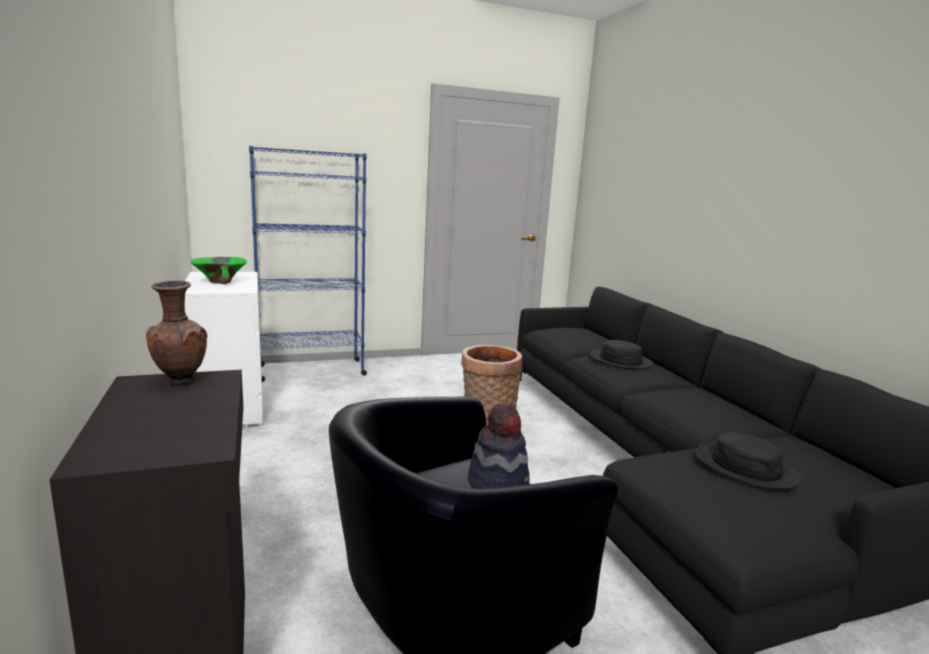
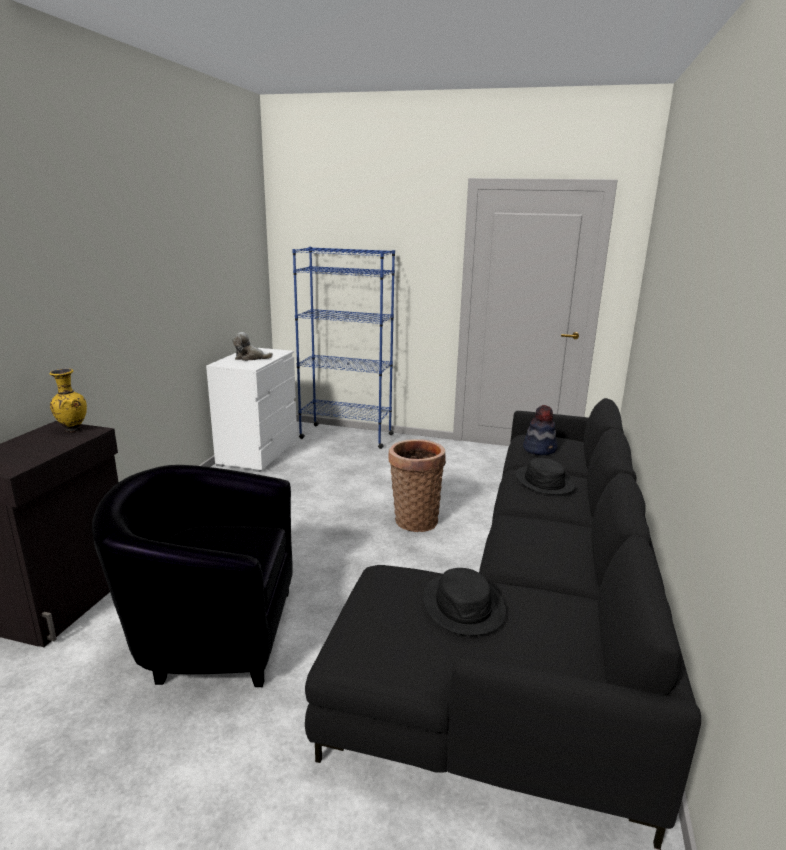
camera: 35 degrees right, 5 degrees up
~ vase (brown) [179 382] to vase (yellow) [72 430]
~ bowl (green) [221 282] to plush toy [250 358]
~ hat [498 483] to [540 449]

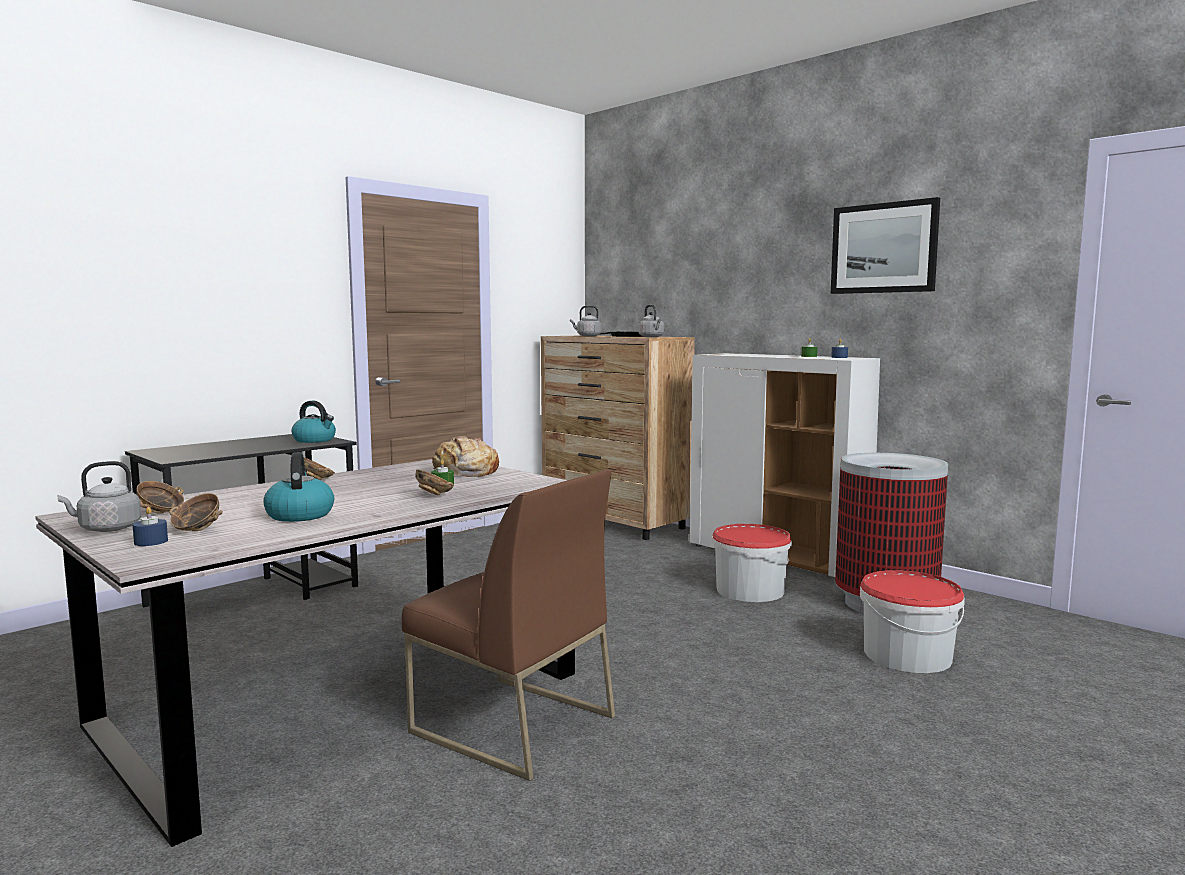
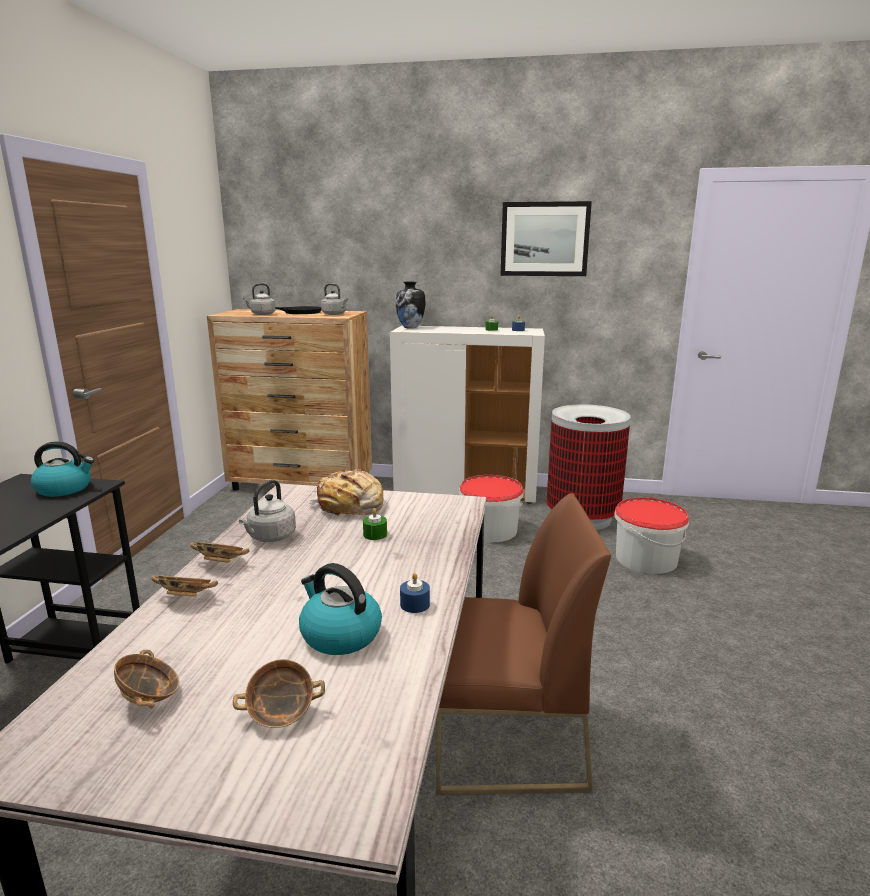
camera: 35 degrees left, 10 degrees up
~ bowl [435 495] to [187 597]
~ kettle (grey) [106 529] to [270 537]
+ vase [410 327]
~ candle (blue) [151 542] to [415 604]

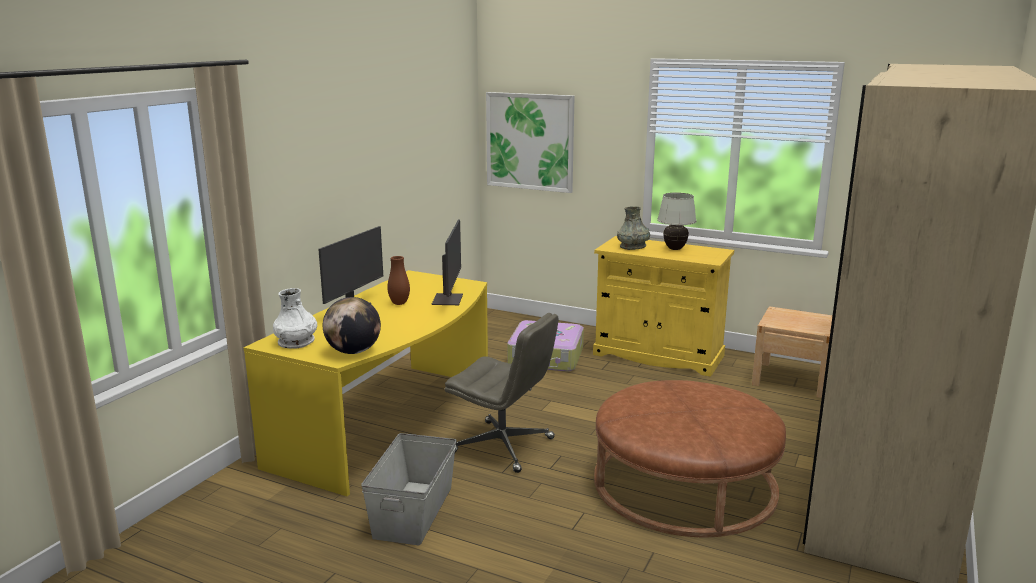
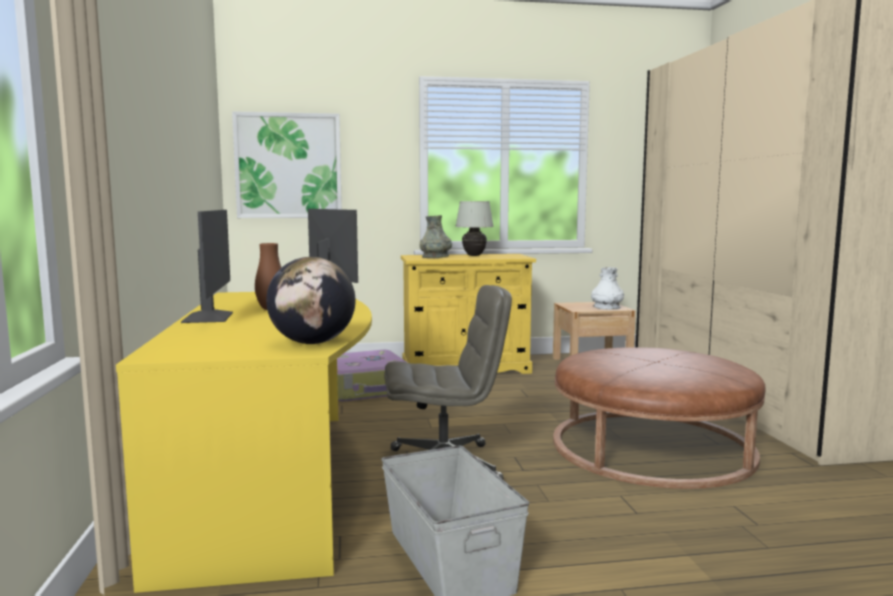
camera: 35 degrees left, 10 degrees down
~ vase (white) [296 342] to [606 307]

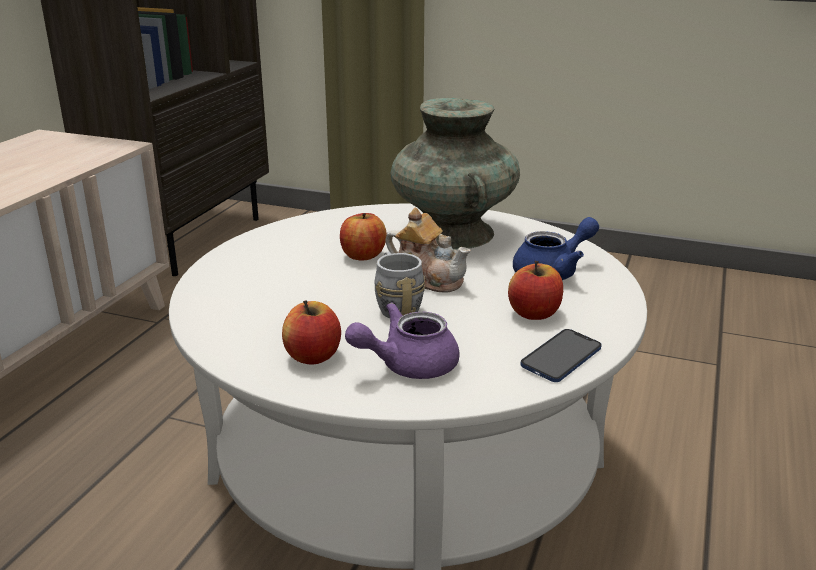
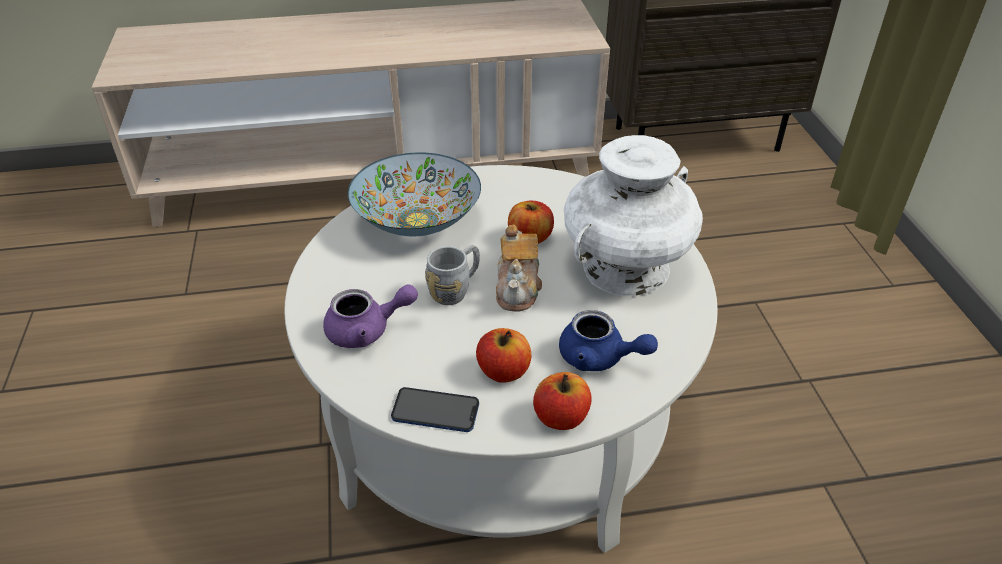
camera: 60 degrees right, 15 degrees up
~ teapot (purple) [407 365] = [367 330] 135 degrees clockwise
+ bowl [417 221]
~ apple [313 356] to [561 417]
~ vase (turquoise) [452 232] to vase (white) [626 267]

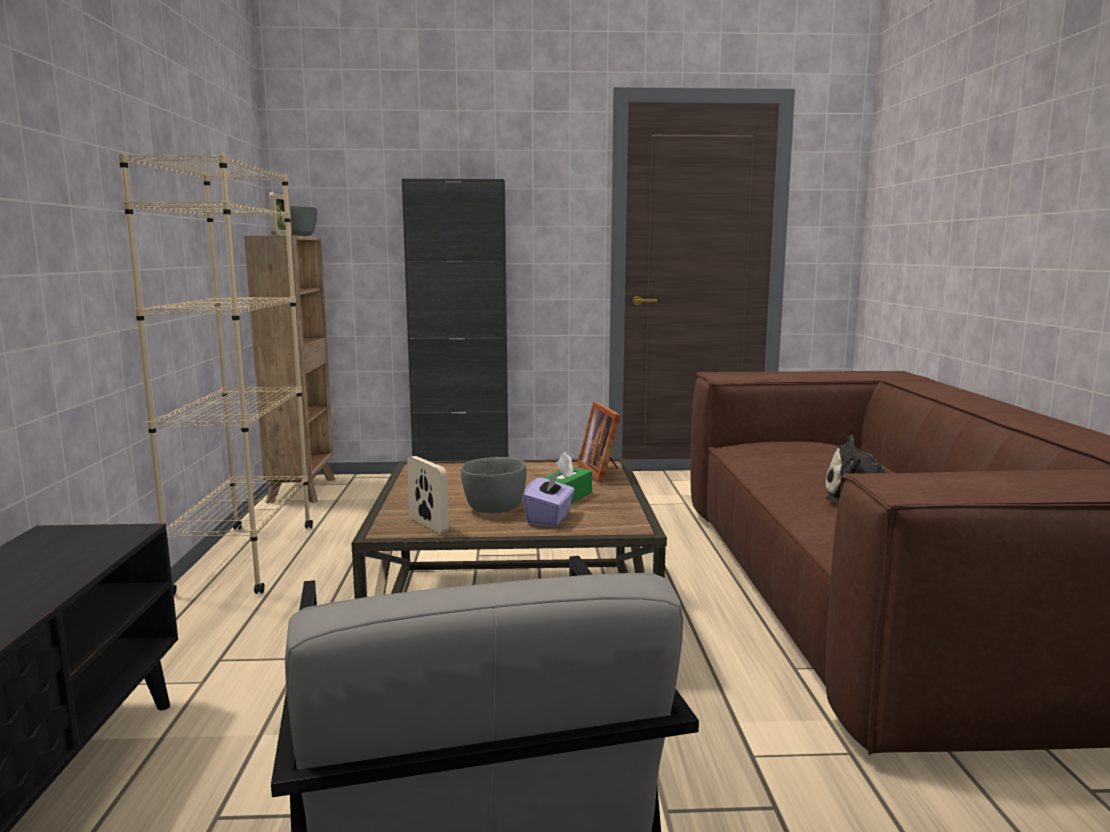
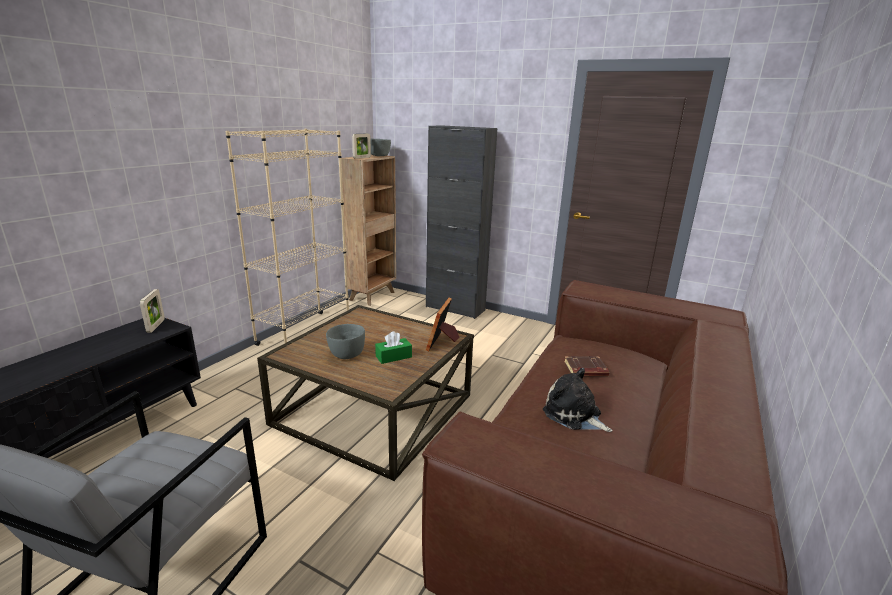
camera: 30 degrees right, 10 degrees up
~ picture frame [428 525] to [156 326]
+ book (brown) [585 370]
- tissue box (purple) [549 518]

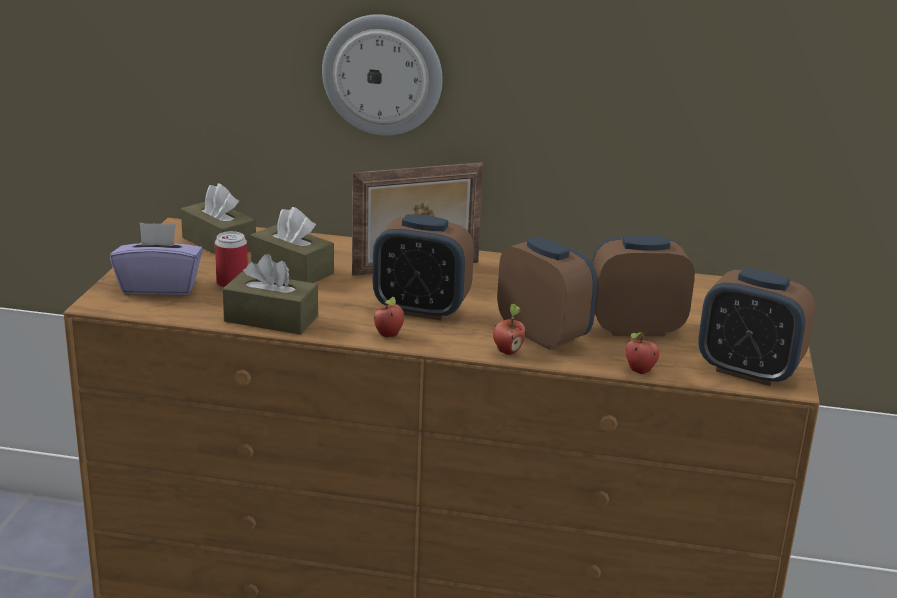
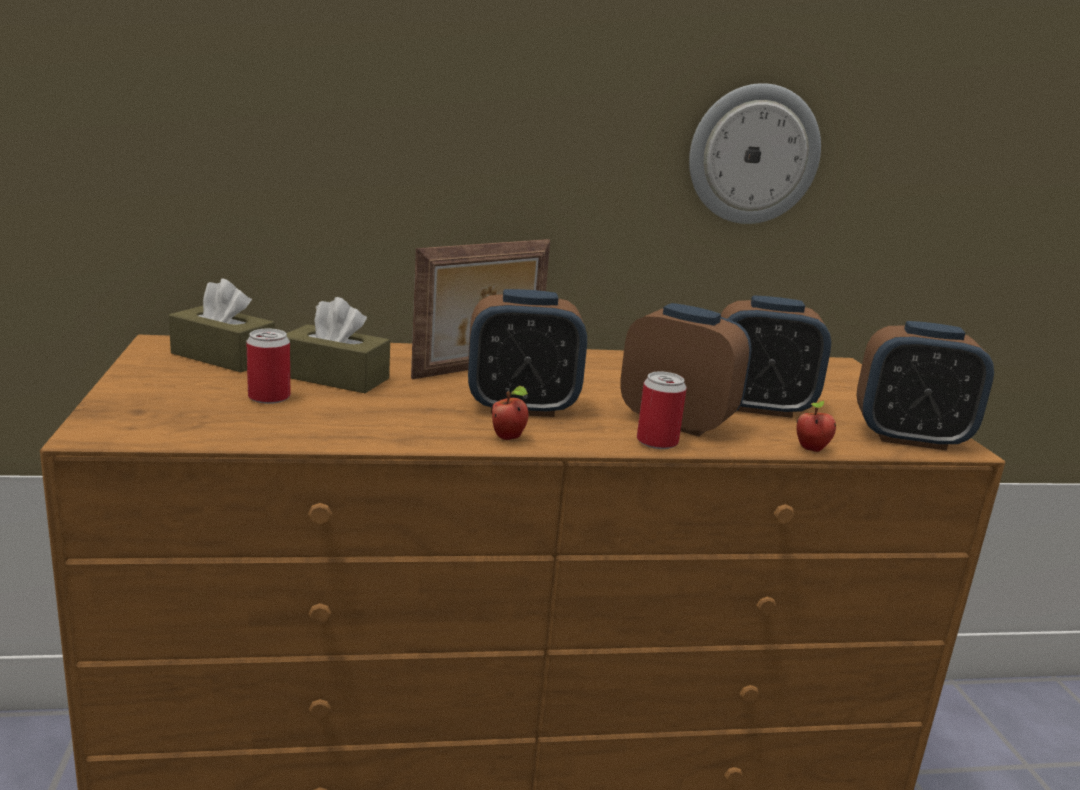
camera: 20 degrees left, 5 degrees down
~ apple [507 351] to can [657 442]
~ wall clock [382 75] to [753 155]
~ alarm clock [635 328] = [760 407] 150 degrees counterclockwise
- tissue box (purple) [160 286]
- tissue box (brown) [271 319]

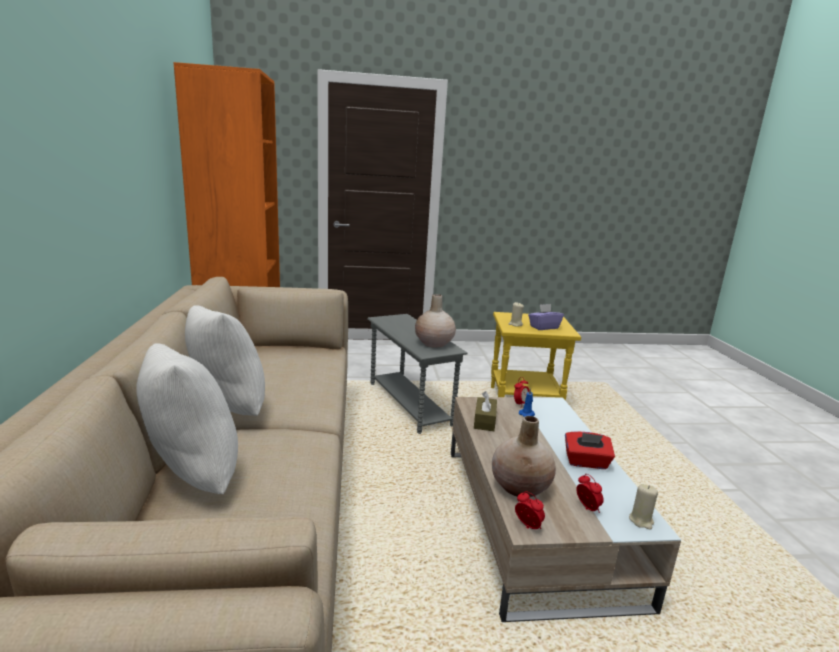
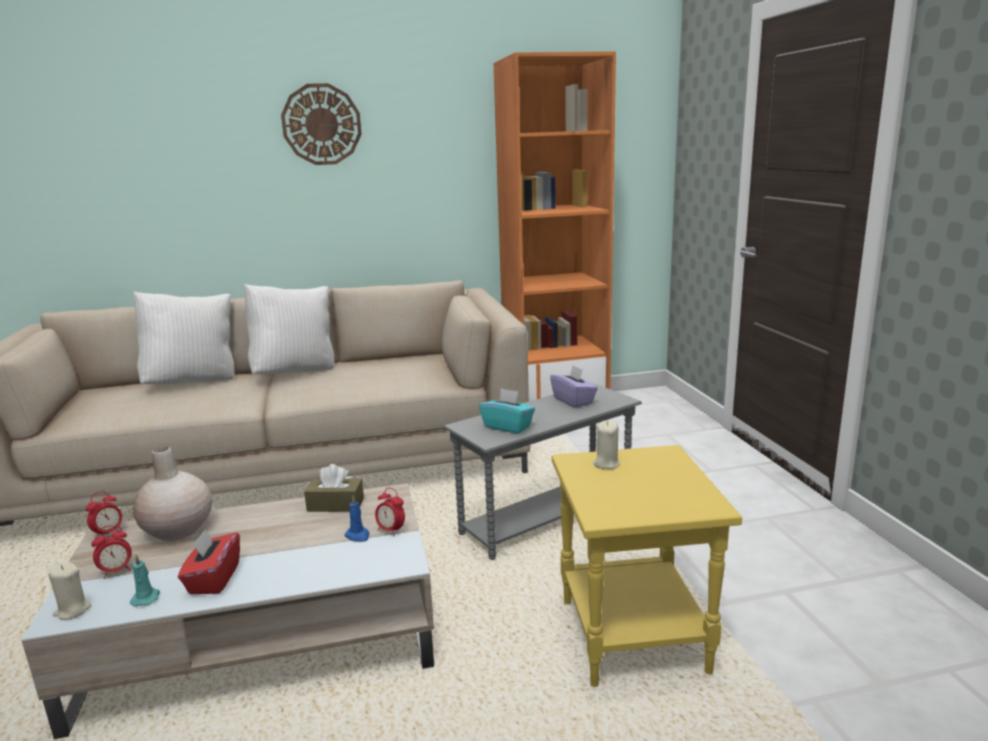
camera: 85 degrees right, 0 degrees up
+ candle (turquoise) [146 598]
+ wall clock [321 124]
~ vase (beige) [434 343] to tissue box (turquoise) [508 427]
~ tissue box (purple) [544 327] to [573 401]

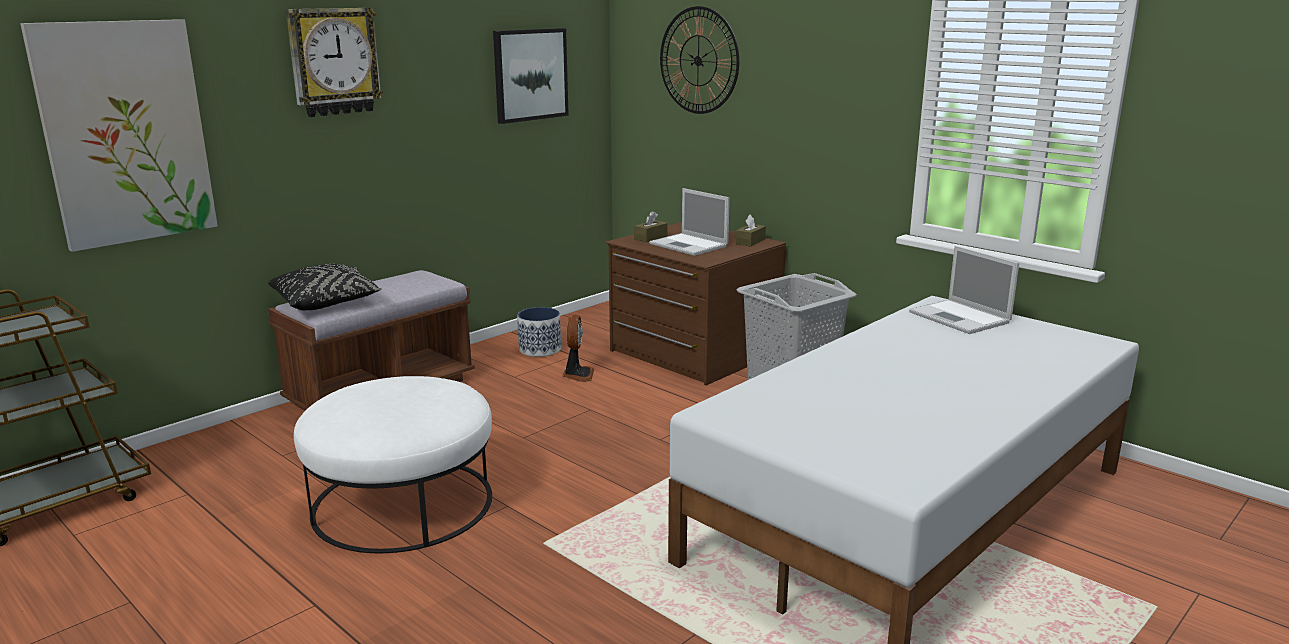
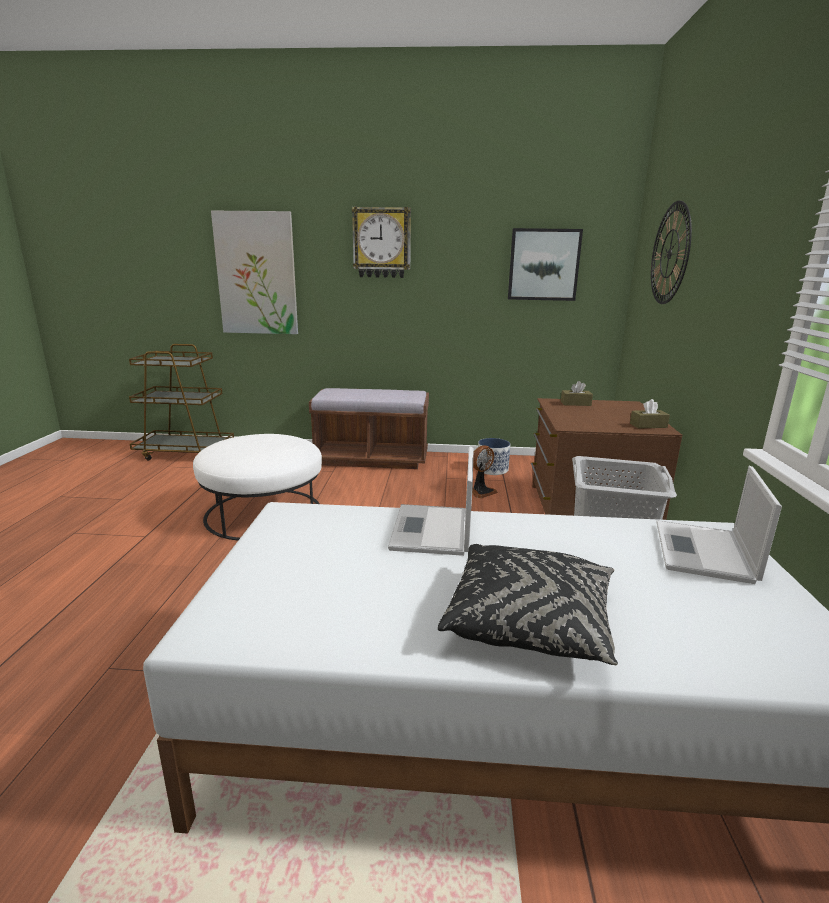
camera: 50 degrees right, 0 degrees up
~ laptop [690 245] to [432 531]
~ pillow (black) [326 302] to [529 621]

